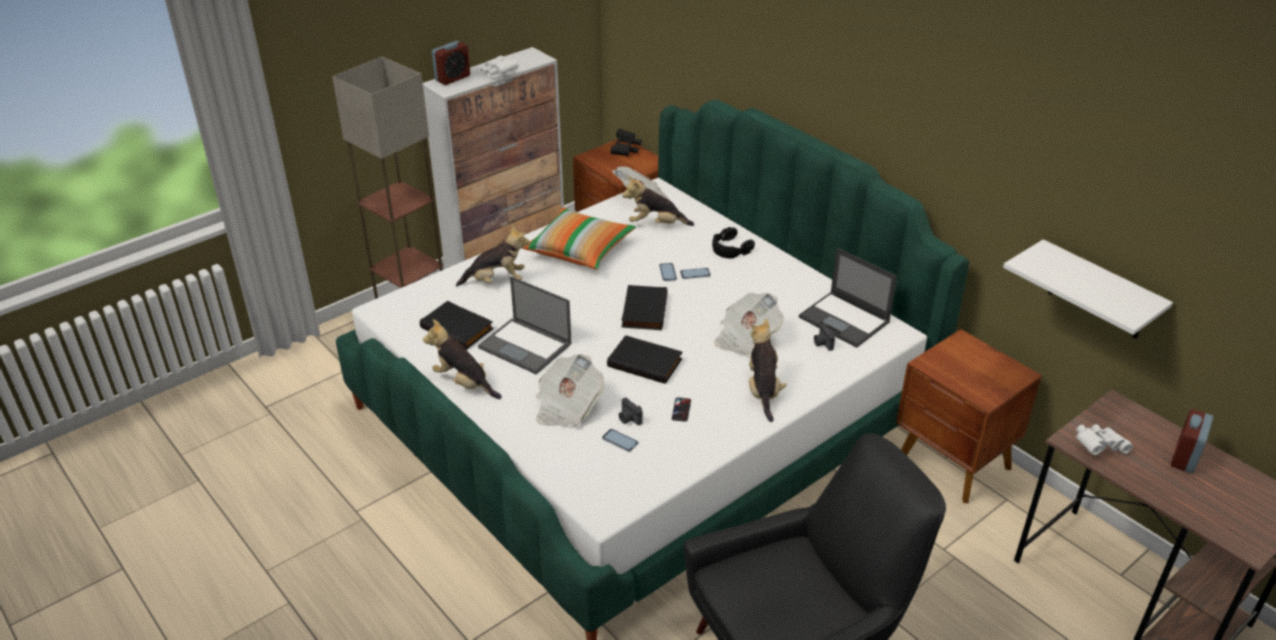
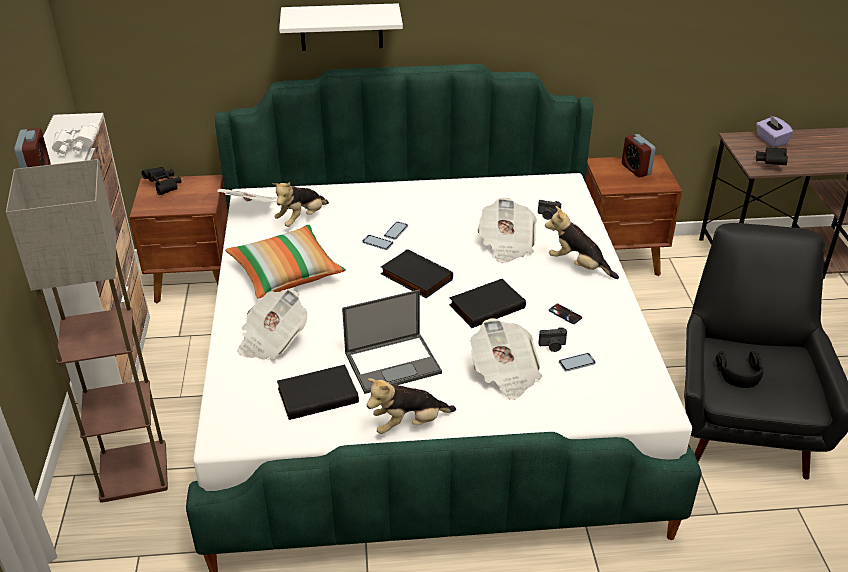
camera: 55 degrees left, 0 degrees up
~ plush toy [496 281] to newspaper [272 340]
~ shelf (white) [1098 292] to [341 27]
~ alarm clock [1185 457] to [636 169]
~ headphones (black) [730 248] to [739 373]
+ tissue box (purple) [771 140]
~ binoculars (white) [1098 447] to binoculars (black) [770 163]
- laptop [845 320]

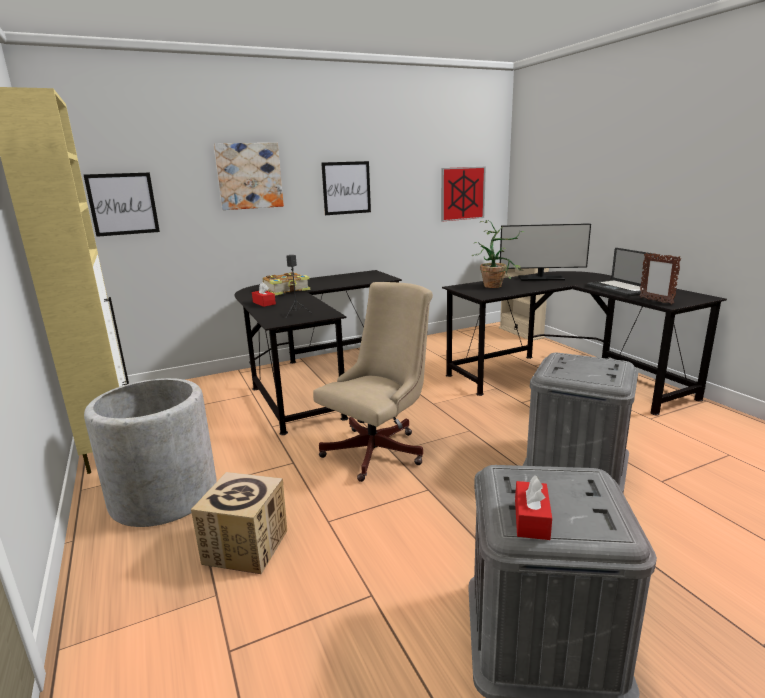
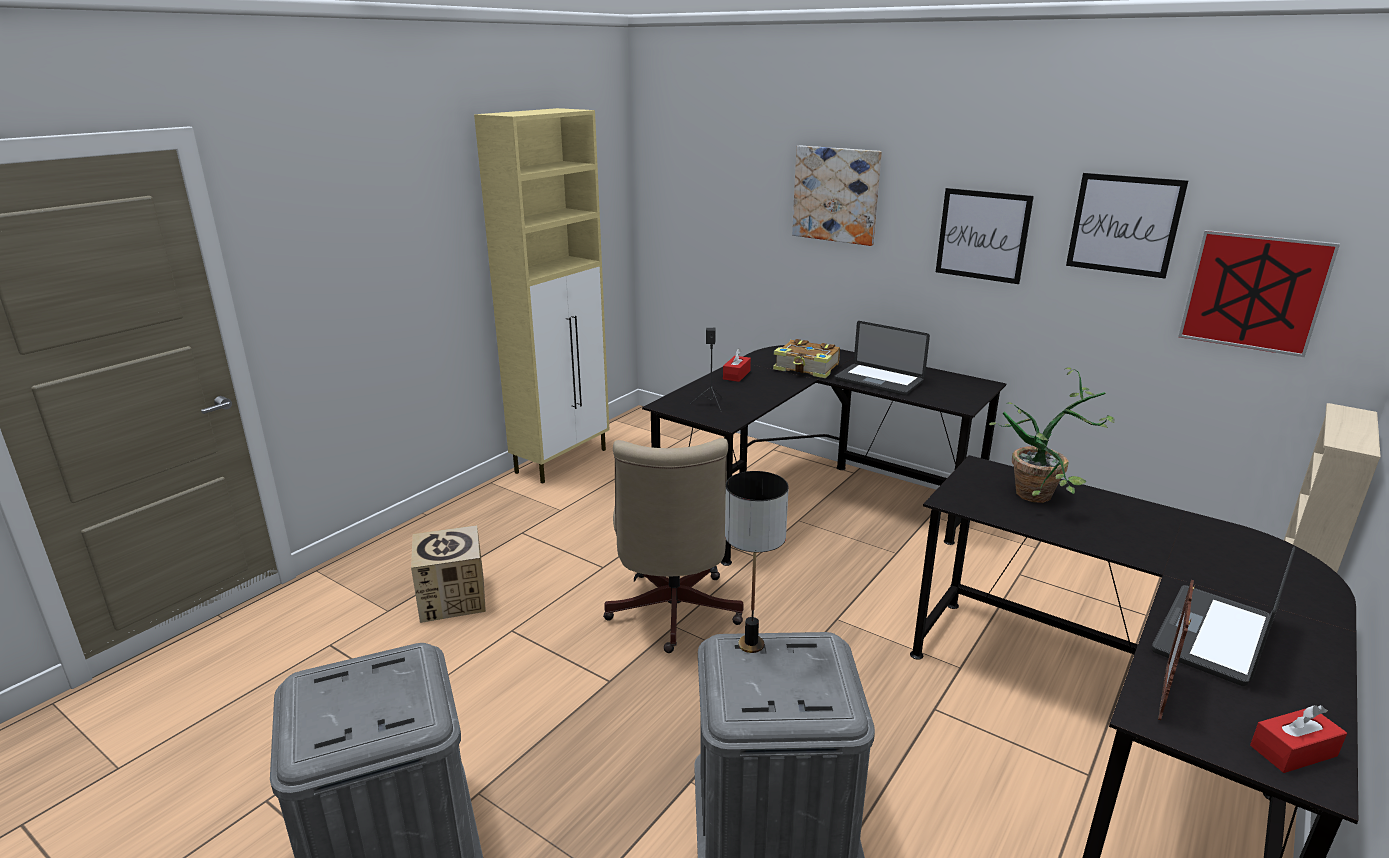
camera: 60 degrees right, 5 degrees up
~ office chair (beige) [379 450] = [672 615] 75 degrees clockwise
+ table lamp [752 644]
+ laptop [878 381]
~ picture [123 204] to [1124 225]
~ tissue box (red) [531 519] to [1293 751]
- planter (grey) [164 495]
- monitor [541 278]

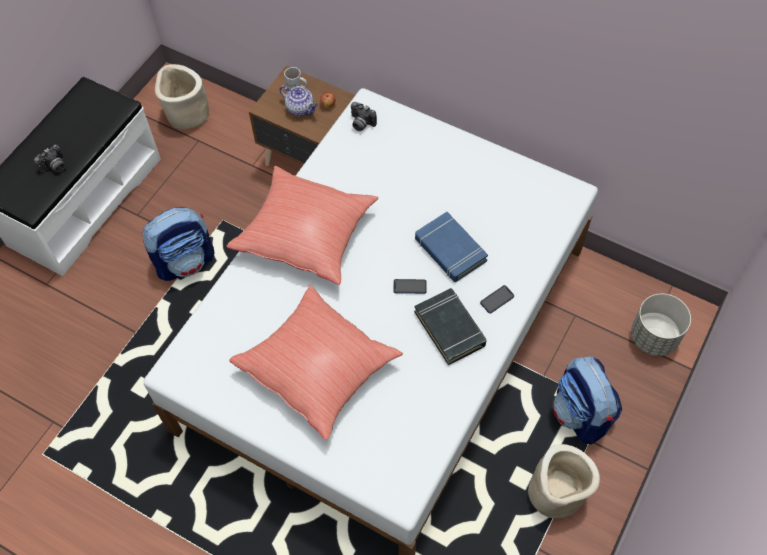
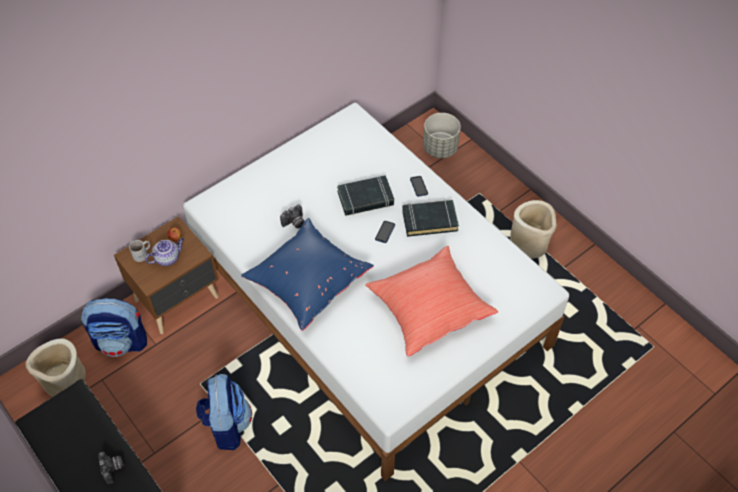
camera: 70 degrees left, 5 degrees down
~ backpack [581 414] to [122 341]
~ pillow (red) [306 235] to pillow (blue) [307 282]
~ photo camera [361 123] to [294 223]
~ book (blue) [450 250] to book (black) [365 198]

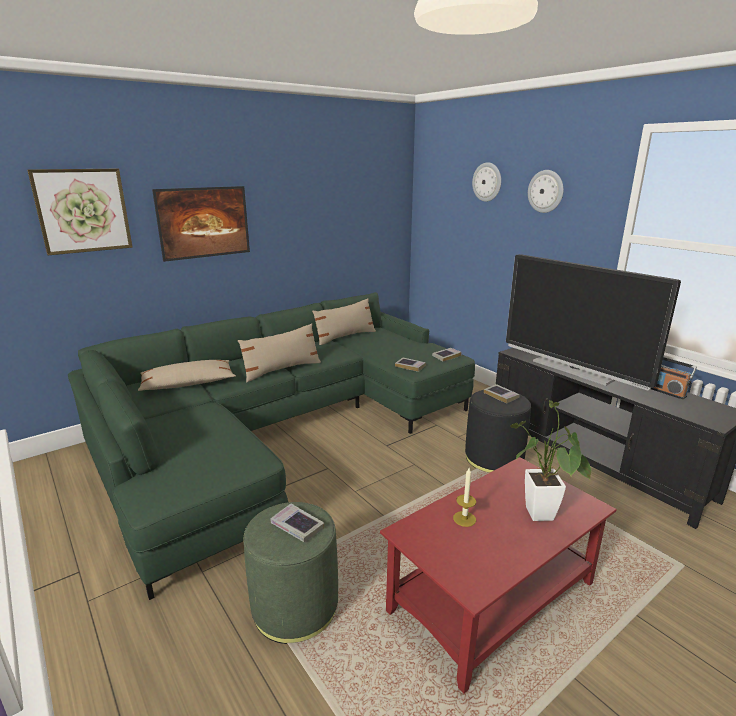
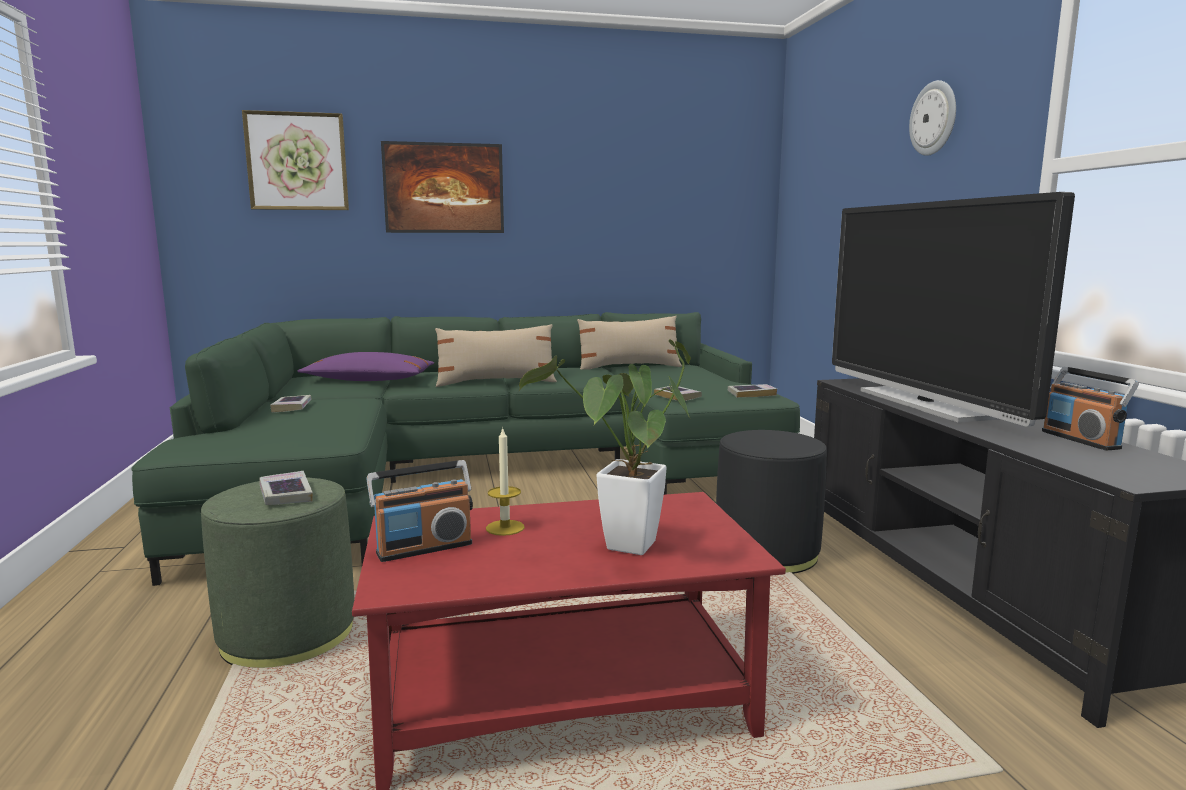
camera: 25 degrees right, 10 degrees down
~ book [501 396] to [292 407]
~ pillow (beige) [188 384] to pillow (purple) [369 380]
+ radio [424 548]
- wall clock [487 182]

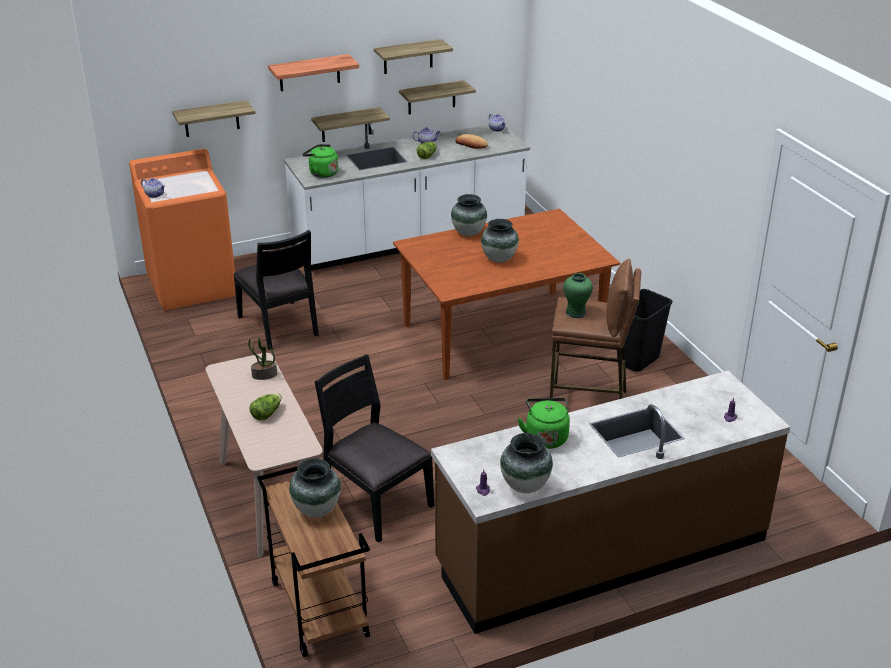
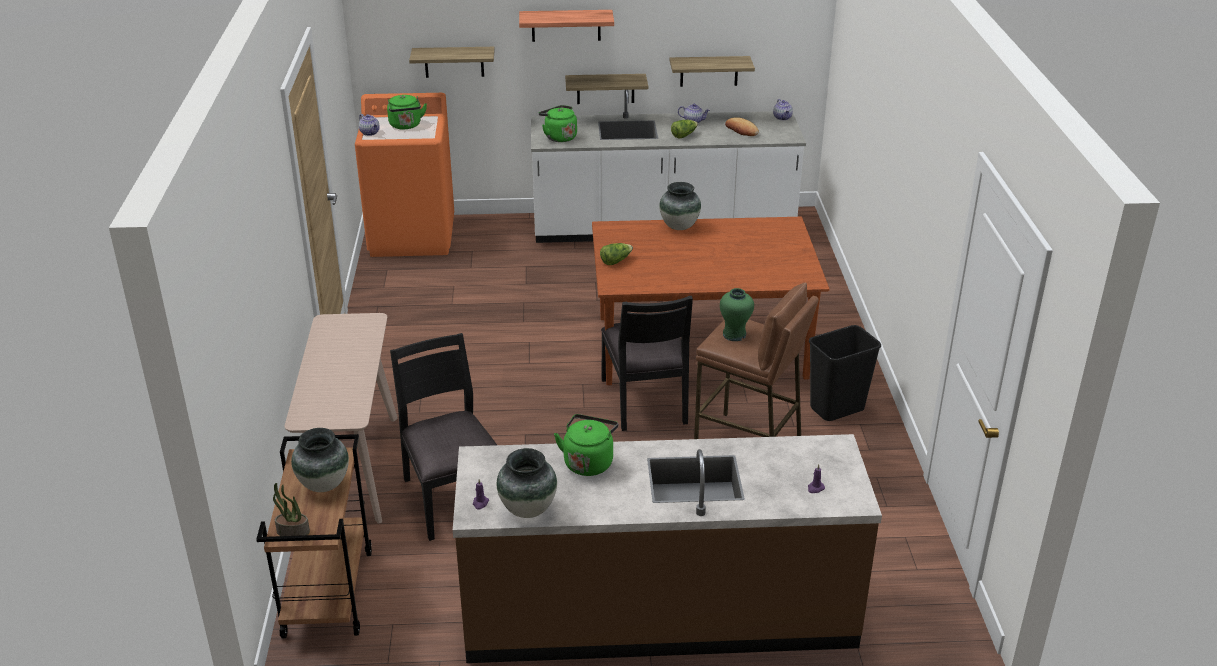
camera: 20 degrees right, 0 degrees up
~ potted plant [264 375] to [292 532]
+ kettle (green) [406 126]
~ lettuce [266 413] to [615 261]
~ chair (black) [279 325] to [646 401]
- shelf [408 57]
- vase [499 259]

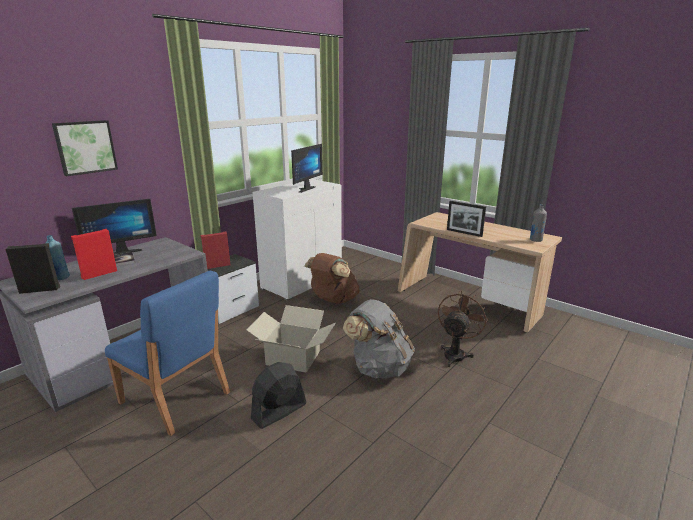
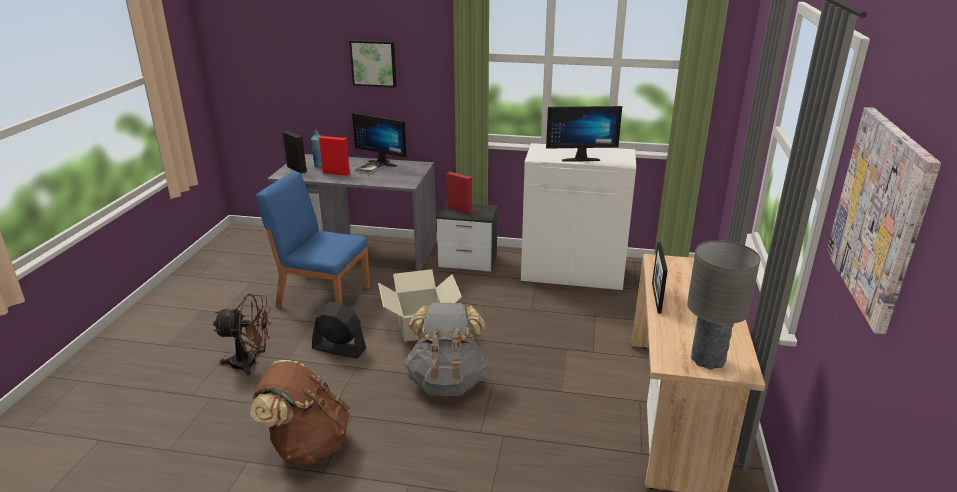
camera: 60 degrees right, 5 degrees up
~ fan (brown) [456 353] to [251 363]
~ backpack (brown) [333 300] to [307 446]
~ chair (blue) [175 398] = [323 296] 105 degrees clockwise
~ bottle (grey) [535 240] to table lamp (grey) [708 360]
+ picture [880 215]

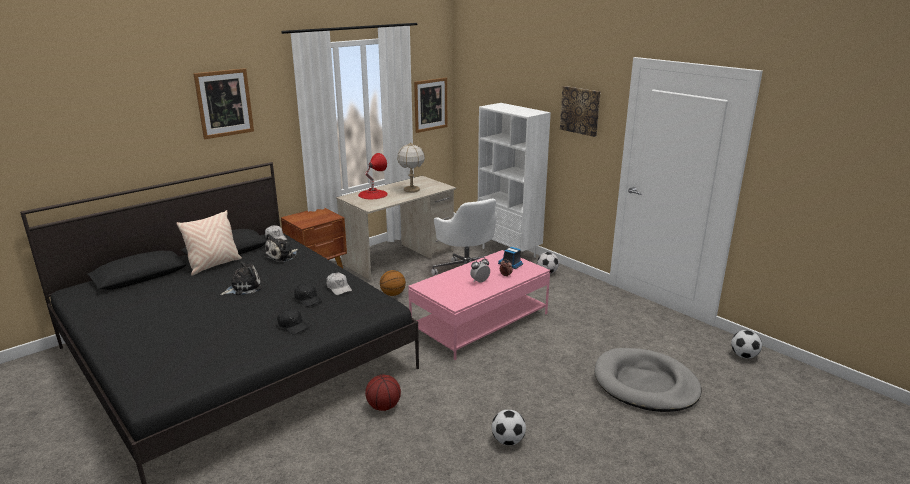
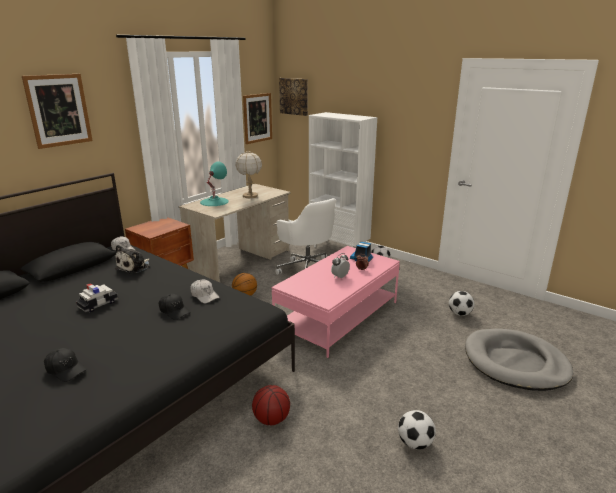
camera: 10 degrees left, 0 degrees up
~ cap (black) [293 326] to [65 369]
~ plush toy [243 288] to toy car [98 304]
~ table lamp (red) [372 194] to table lamp (turquoise) [214 201]
~ picture [580 110] to [294 96]
~ football [744 356] to [460 313]
- pillow (beige) [214 265]

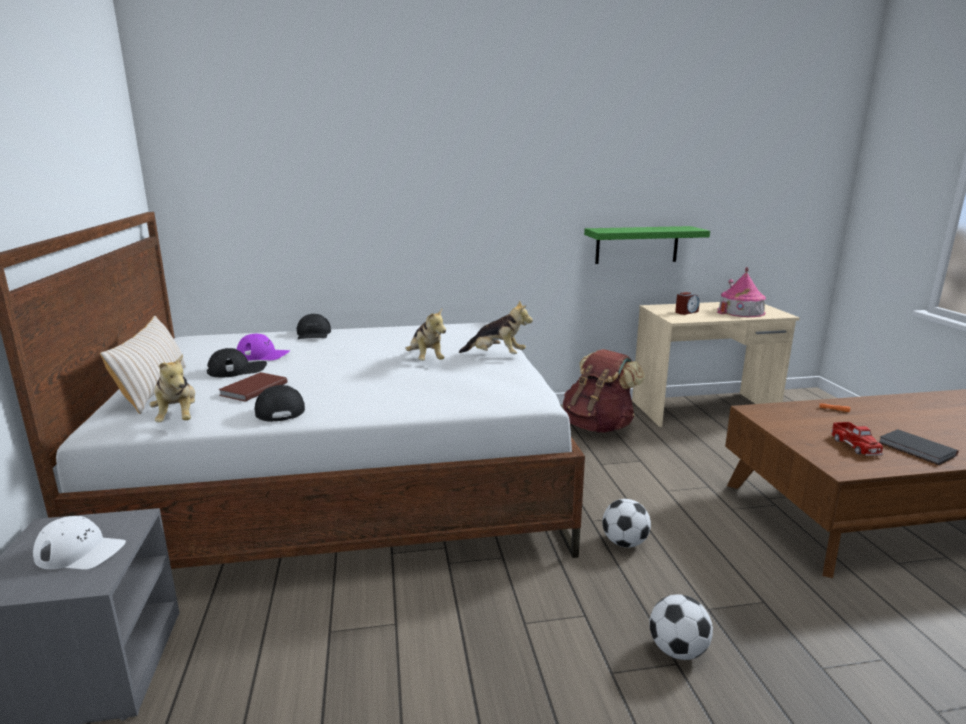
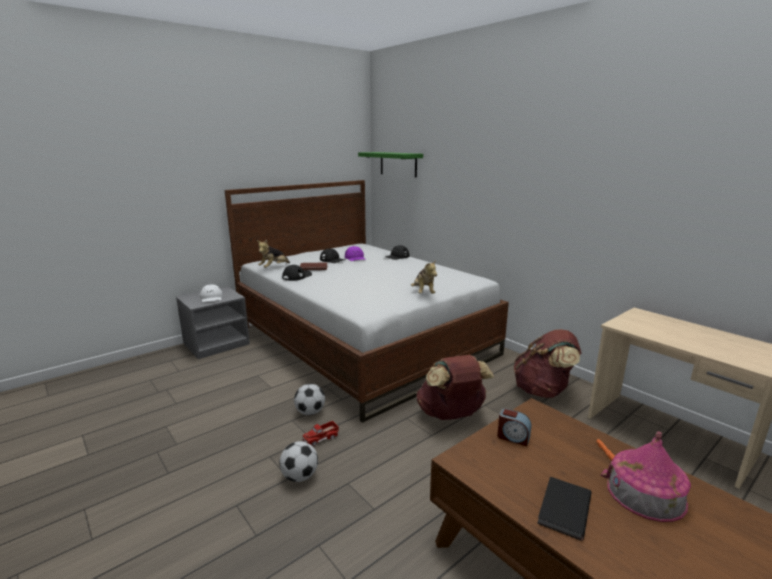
camera: 60 degrees right, 0 degrees up
~ football [624 542] to [310 412]
~ toy truck [855 445] to [320 438]
~ shelf (green) [637 245] to [398 164]
+ backpack (brown) [451 415]
~ alarm clock [686 312] to [513 437]
~ toy house [741 311] to [645 492]
- pillow (beige) [154 388]
- plush toy [425 360]

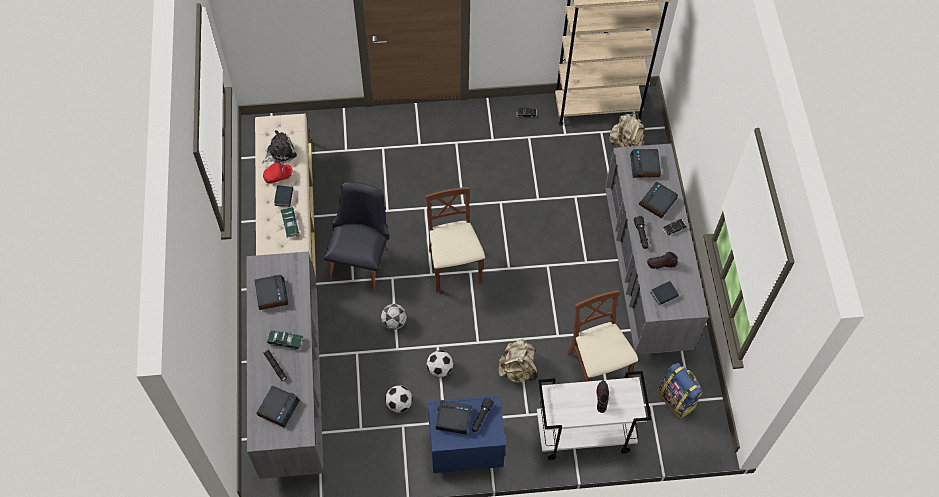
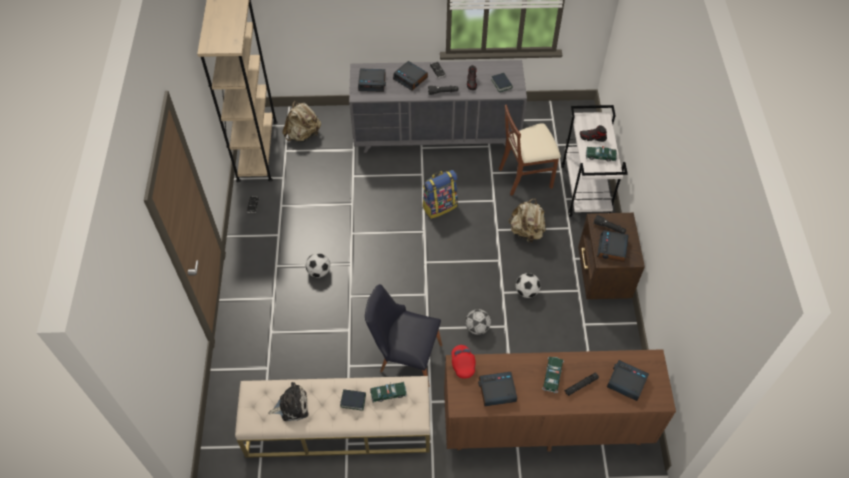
camera: 85 degrees left, 5 degrees down
~ plush toy [280 152] = [291 406] 105 degrees clockwise
~ football [399 404] to [319 271]
~ backpack [677 399] to [439 206]
~ dresser (grey) [291 385] to dresser (brown) [545 422]
~ cap (red) [278 176] to [462 364]
~ nightstand (blue) [464 447] to nightstand (brown) [602 276]
+ toy car [600 156]
- chair (brown) [454 267]

